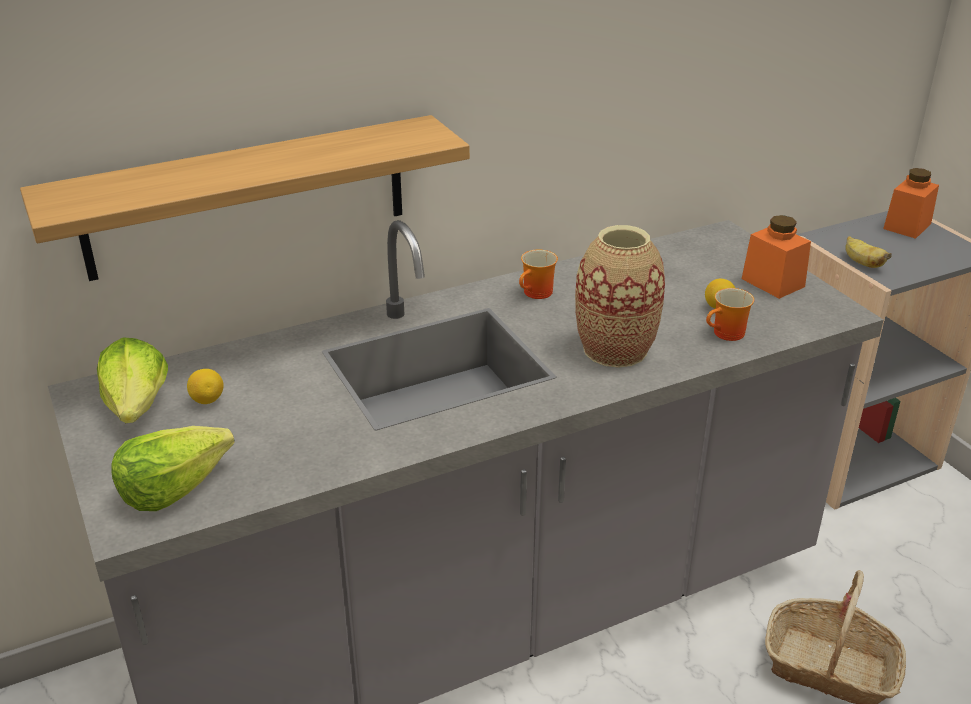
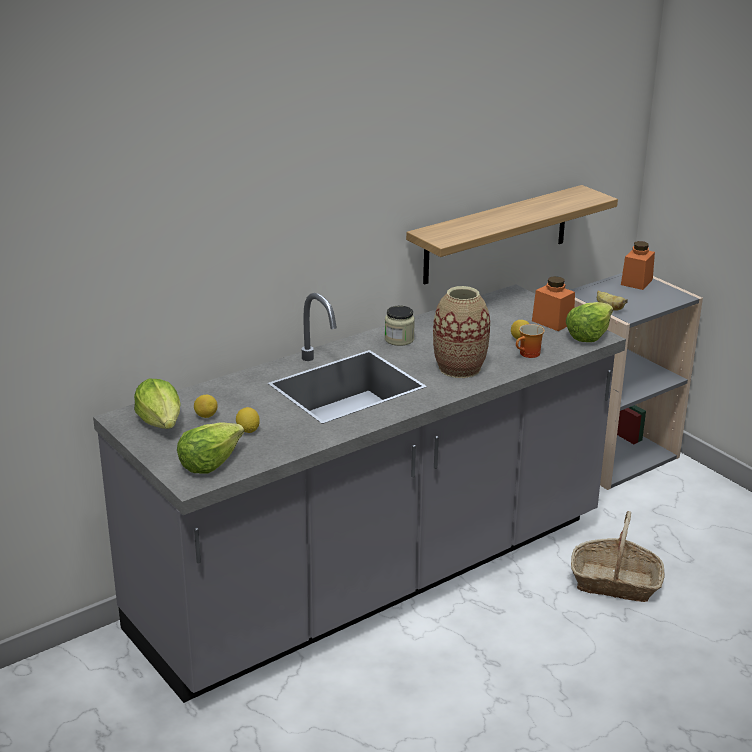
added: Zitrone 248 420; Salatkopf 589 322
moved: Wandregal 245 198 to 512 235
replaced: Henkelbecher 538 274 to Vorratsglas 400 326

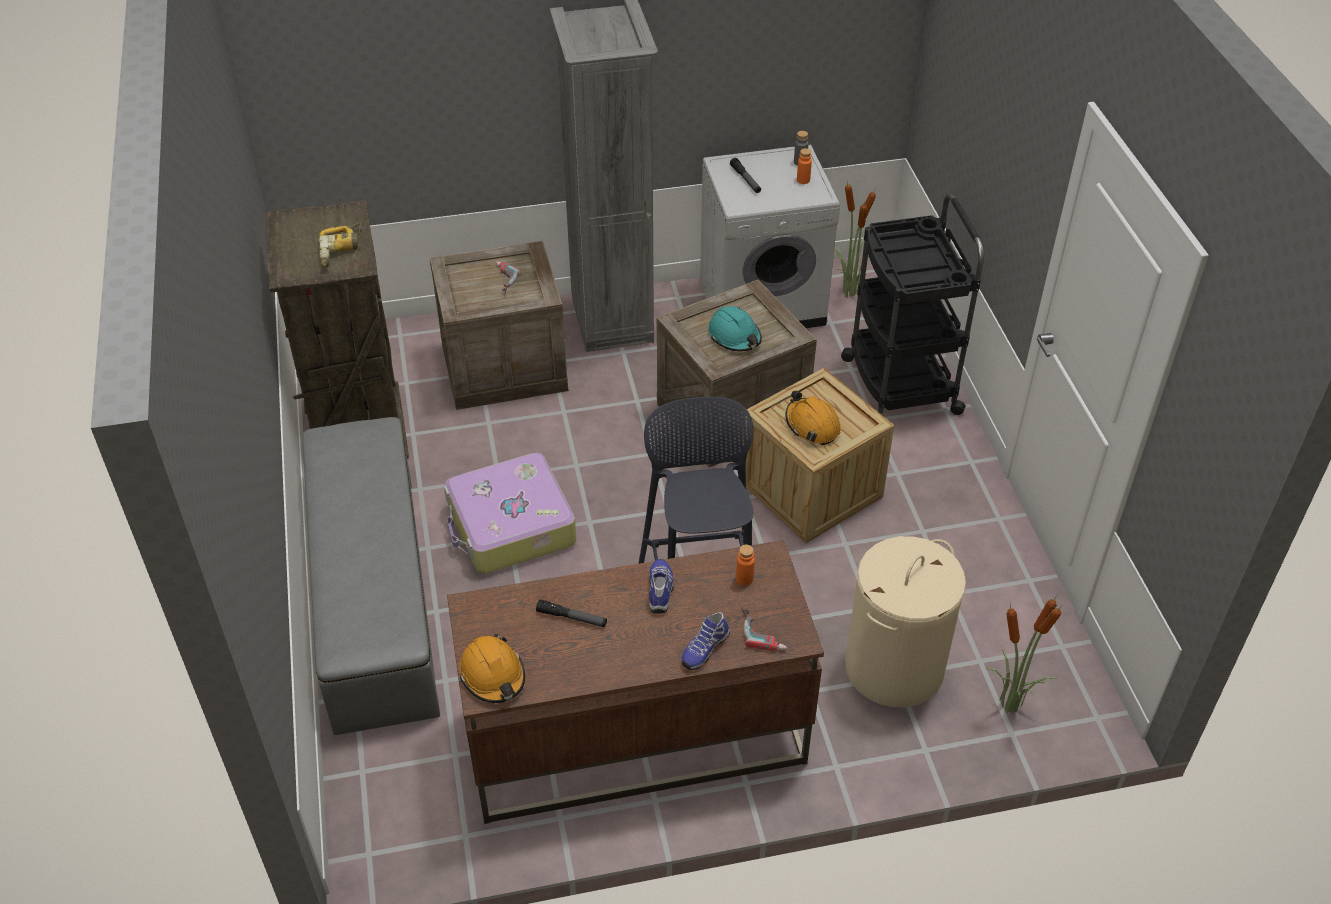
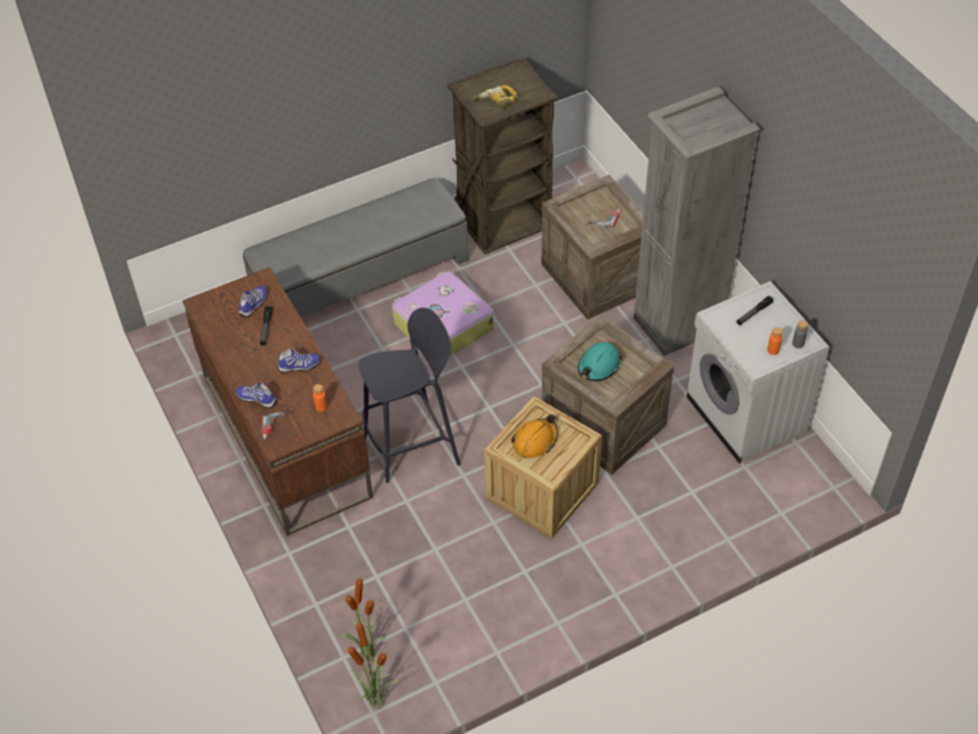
removed: Schutzhelm [orange] 492 668; Rollwagen [schwarz] 912 304; Wäschekorb [beige] 905 621
added: Schuh 253 301
moved: Topfpflanze 855 239 to 374 664

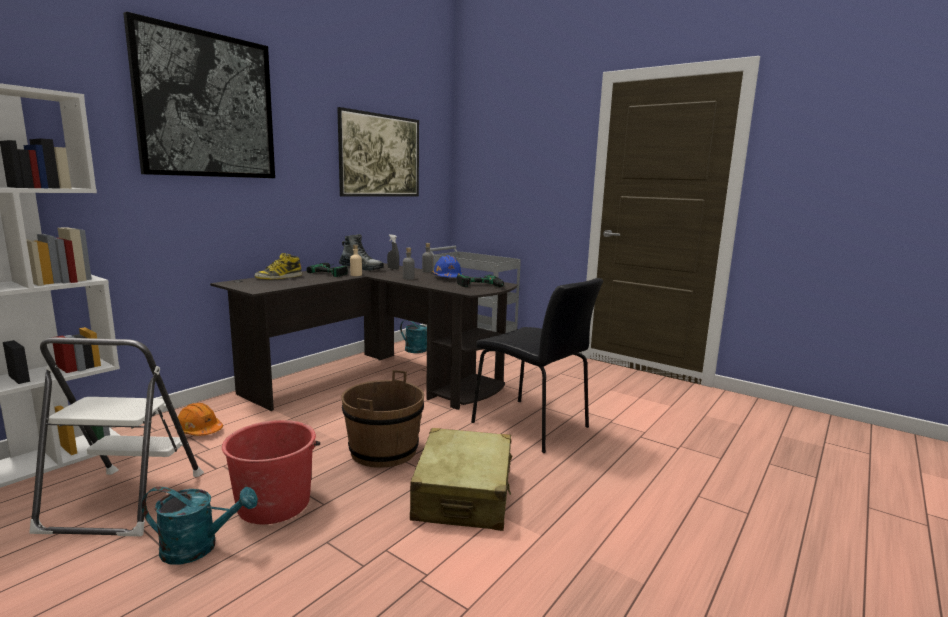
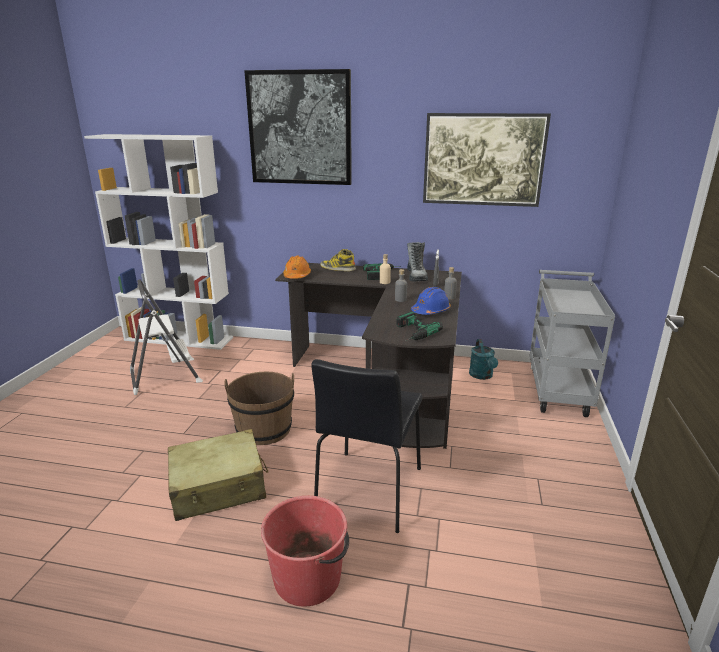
removed: Gießkanne [türkis] 199 526
moved: Schutzhelm [orange] 199 419 to 297 267; Eimer [rot] 271 472 to 305 551

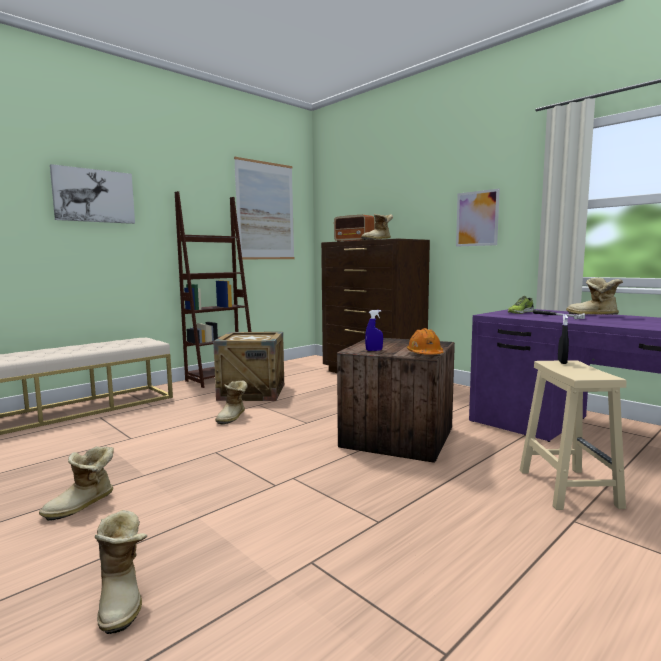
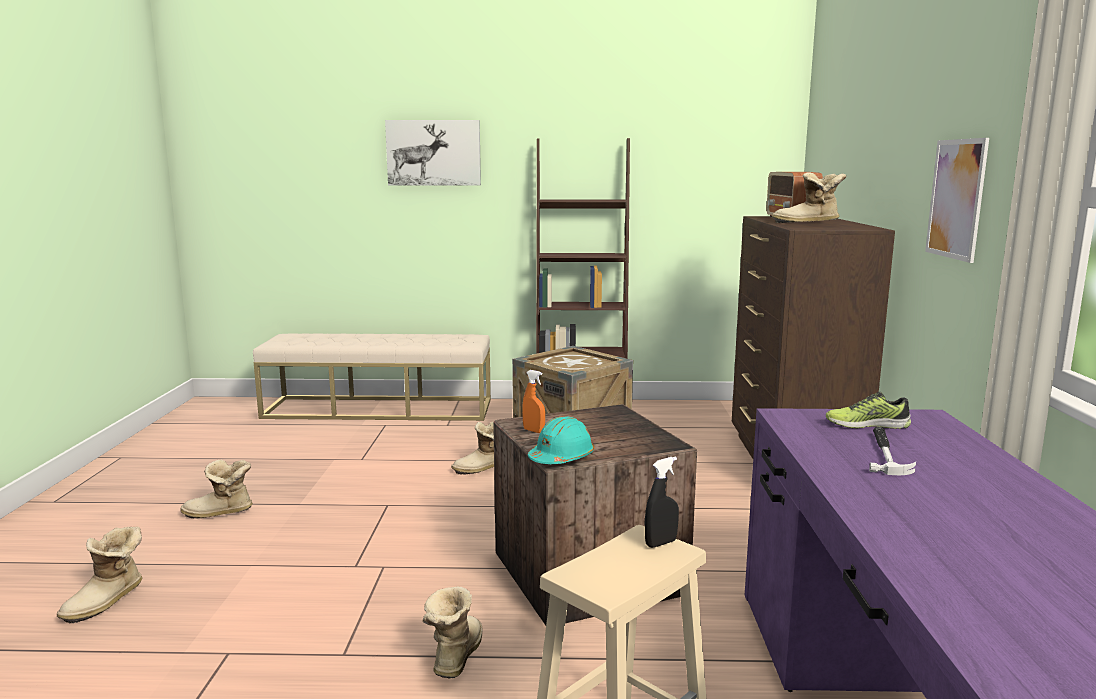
removed: Bild 264 208
moved: Stiefel 594 296 to 452 632
recoloured: Sprühflasche [blau] 374 330 to Sprühflasche [orange] 533 401; Schutzhelm [orange] 425 341 to Schutzhelm [türkis] 561 440

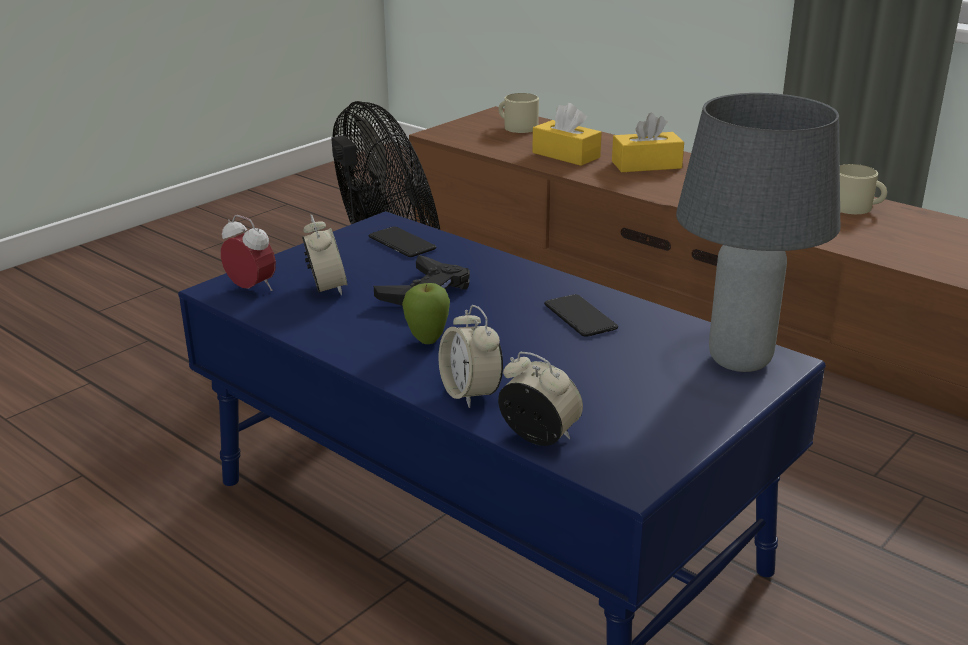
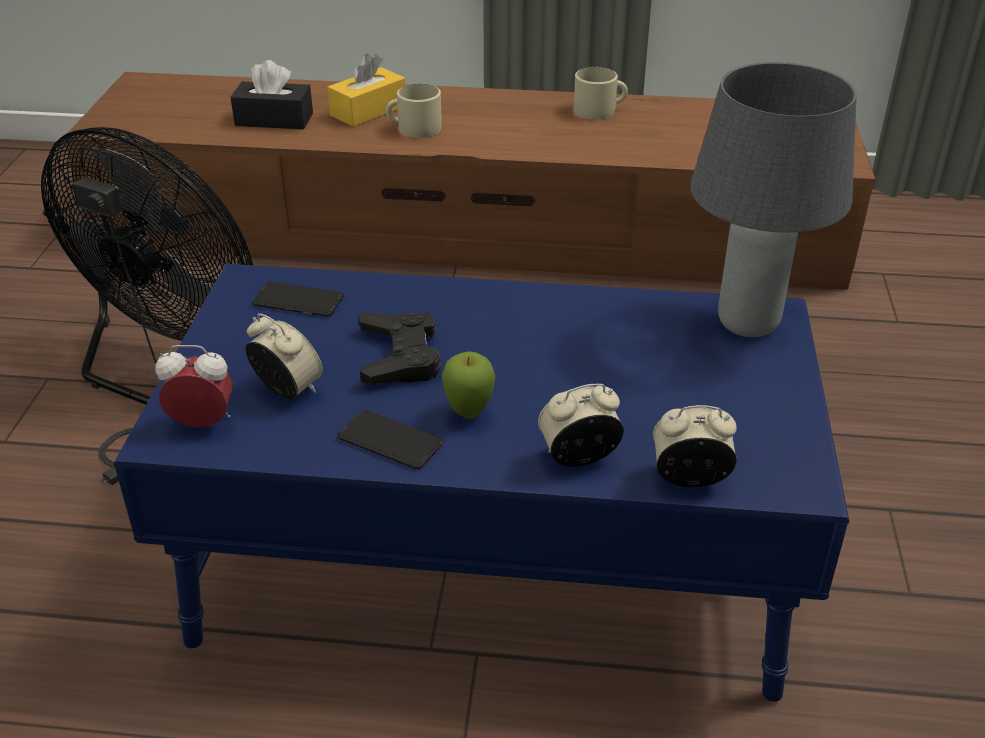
moved: Henkelbecher [beige] 518 113 to 414 111; Handy 581 315 to 390 439
recoloured: Taschentuchbox [gelb] 567 134 to Taschentuchbox [schwarz] 271 94
turned: Wecker 471 356 = 581 425 135 degrees clockwise

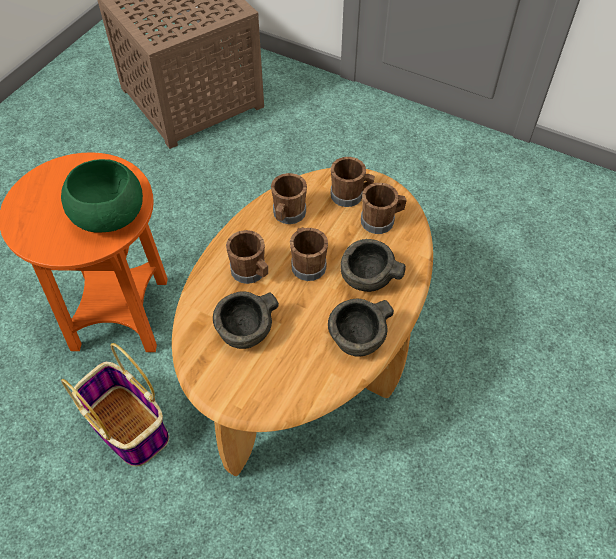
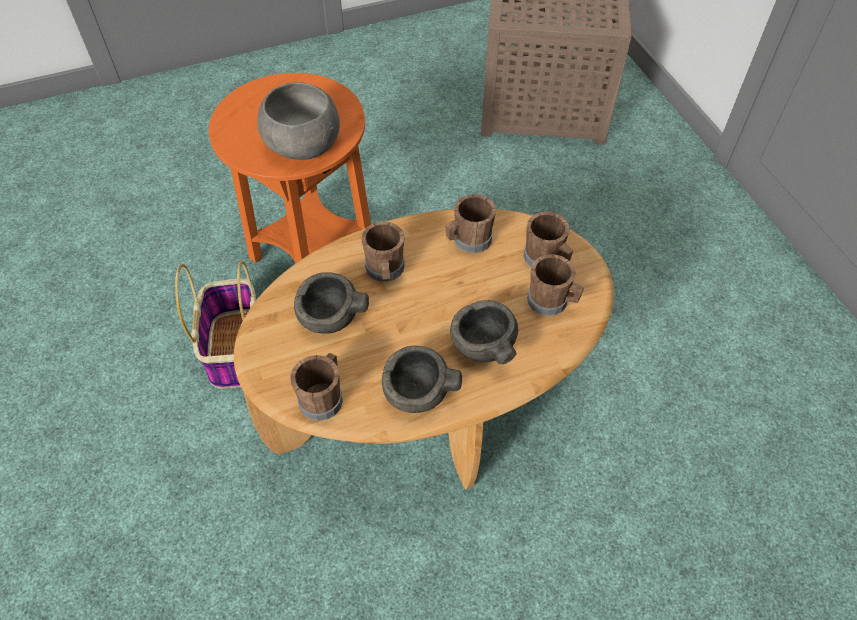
moved: Henkelbecher [braun] 309 254 to 316 387
recoloured: Schüssel [grün] 102 196 to Schüssel [grau] 298 121

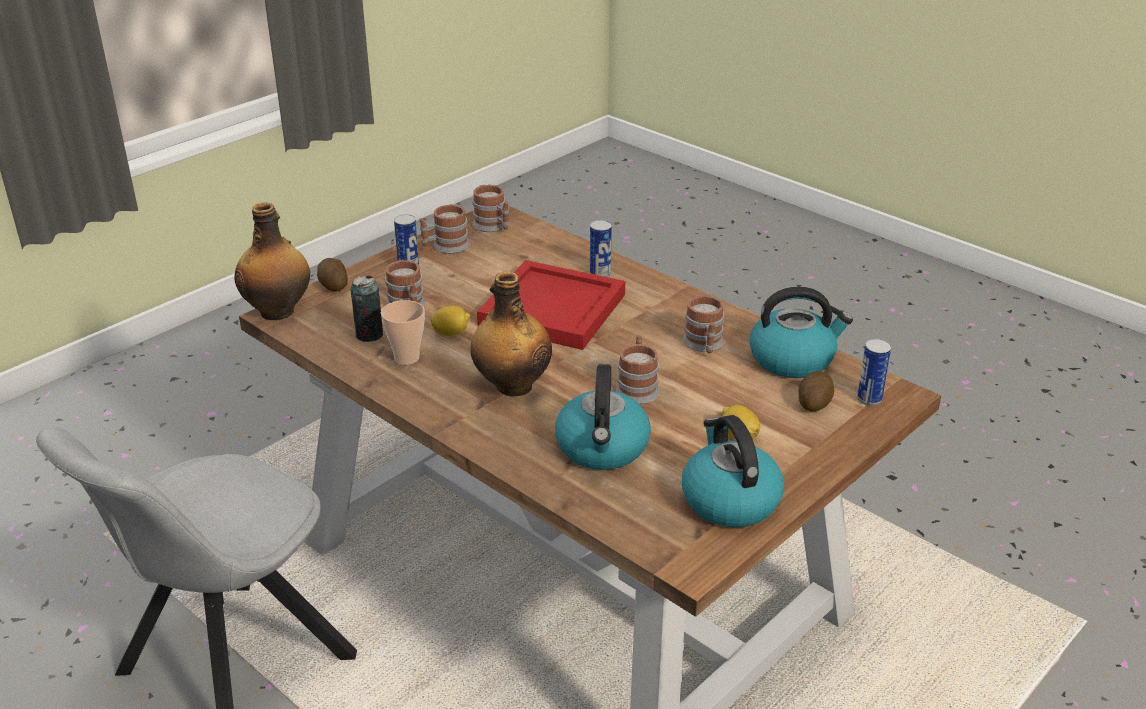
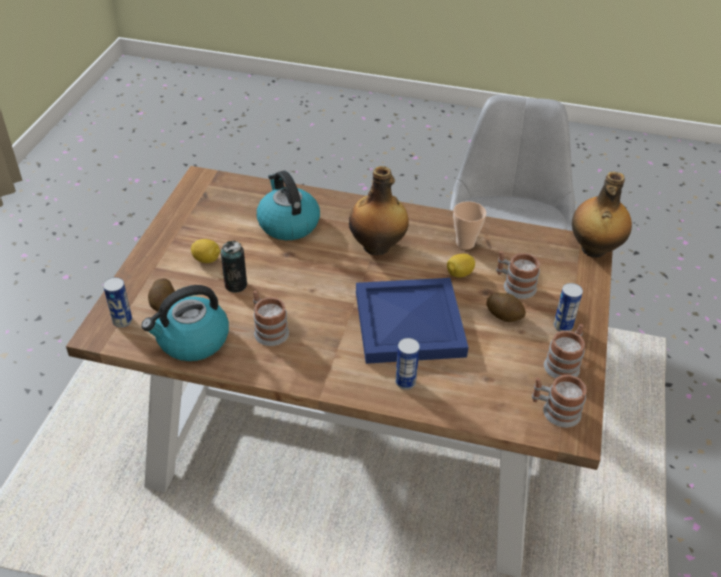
removed: Henkelbecher 637 369; Wasserkessel 733 471
moved: Kartoffel 332 275 to 506 307; Dose 366 309 to 234 266
recoloured: Tablett [rot] 551 305 to Tablett [blau] 412 321

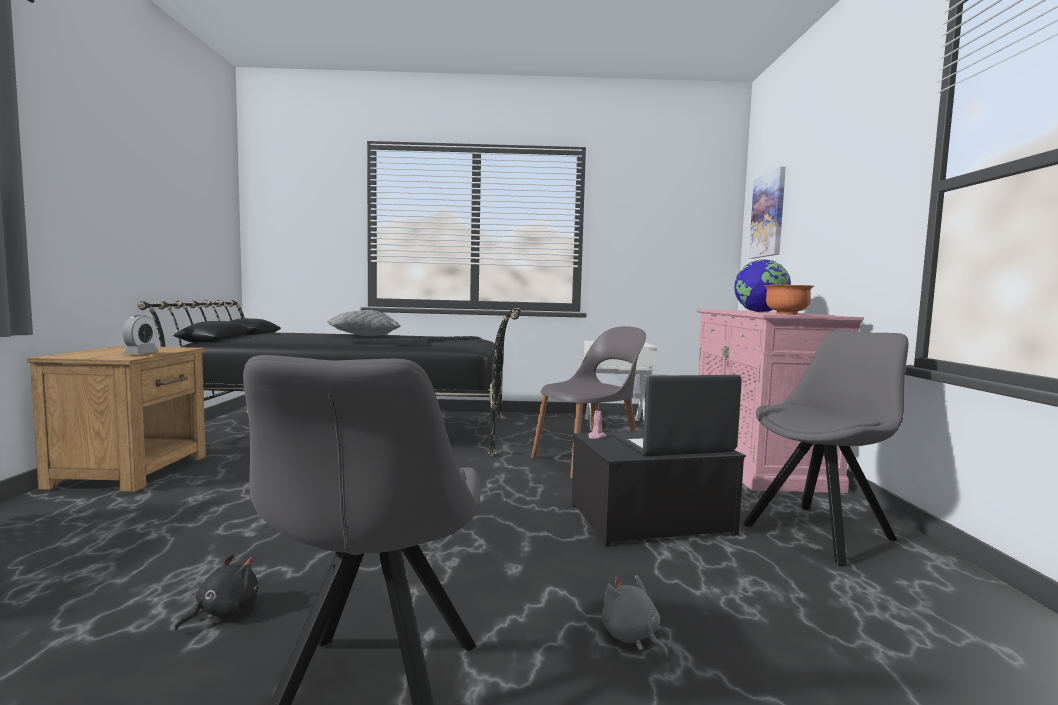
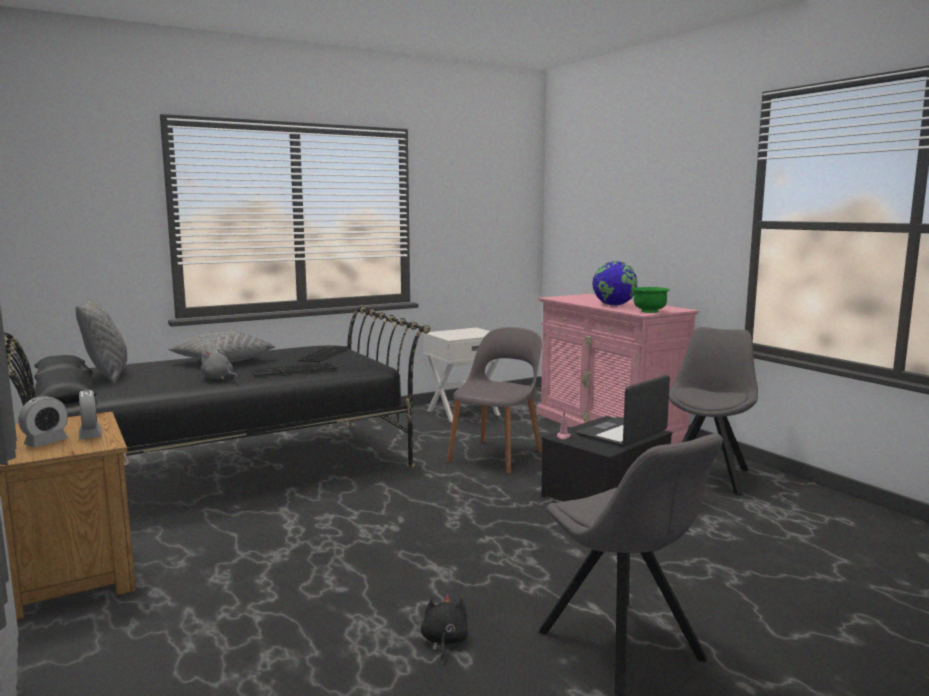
removed: Bild 767 213
added: Wecker 43 421; Kissen [grau] 101 340
moved: Plüschtier [grau] 635 617 to 219 364
recoloured: Schüssel [orange] 789 300 to Schüssel [grün] 651 300

